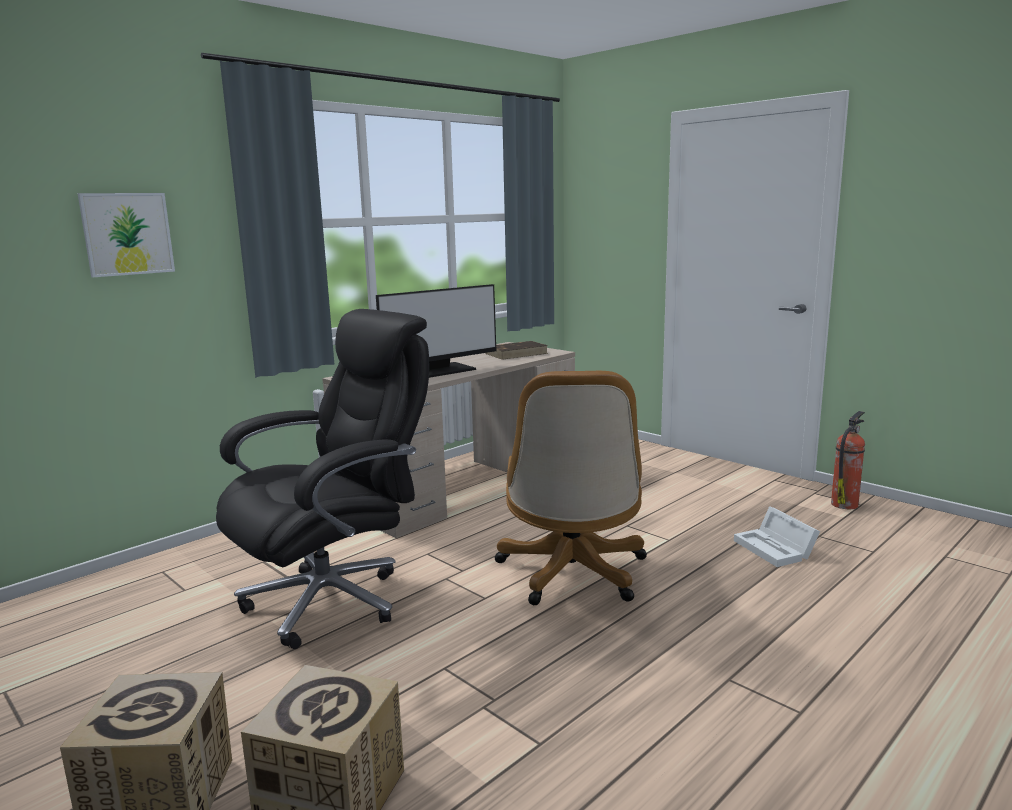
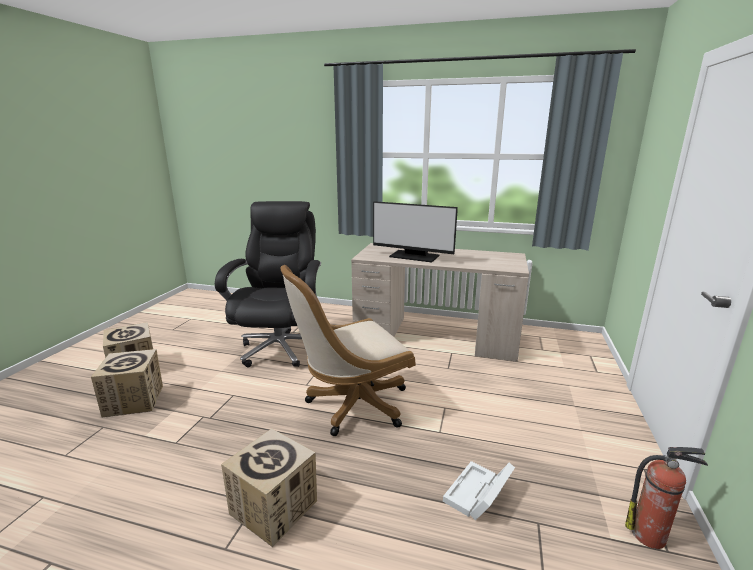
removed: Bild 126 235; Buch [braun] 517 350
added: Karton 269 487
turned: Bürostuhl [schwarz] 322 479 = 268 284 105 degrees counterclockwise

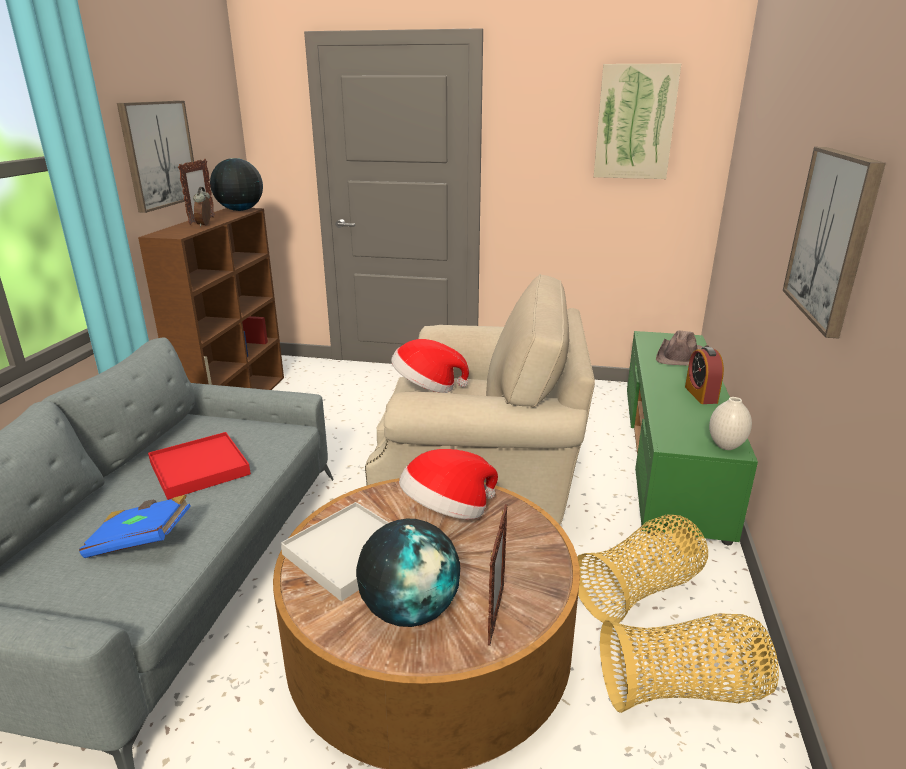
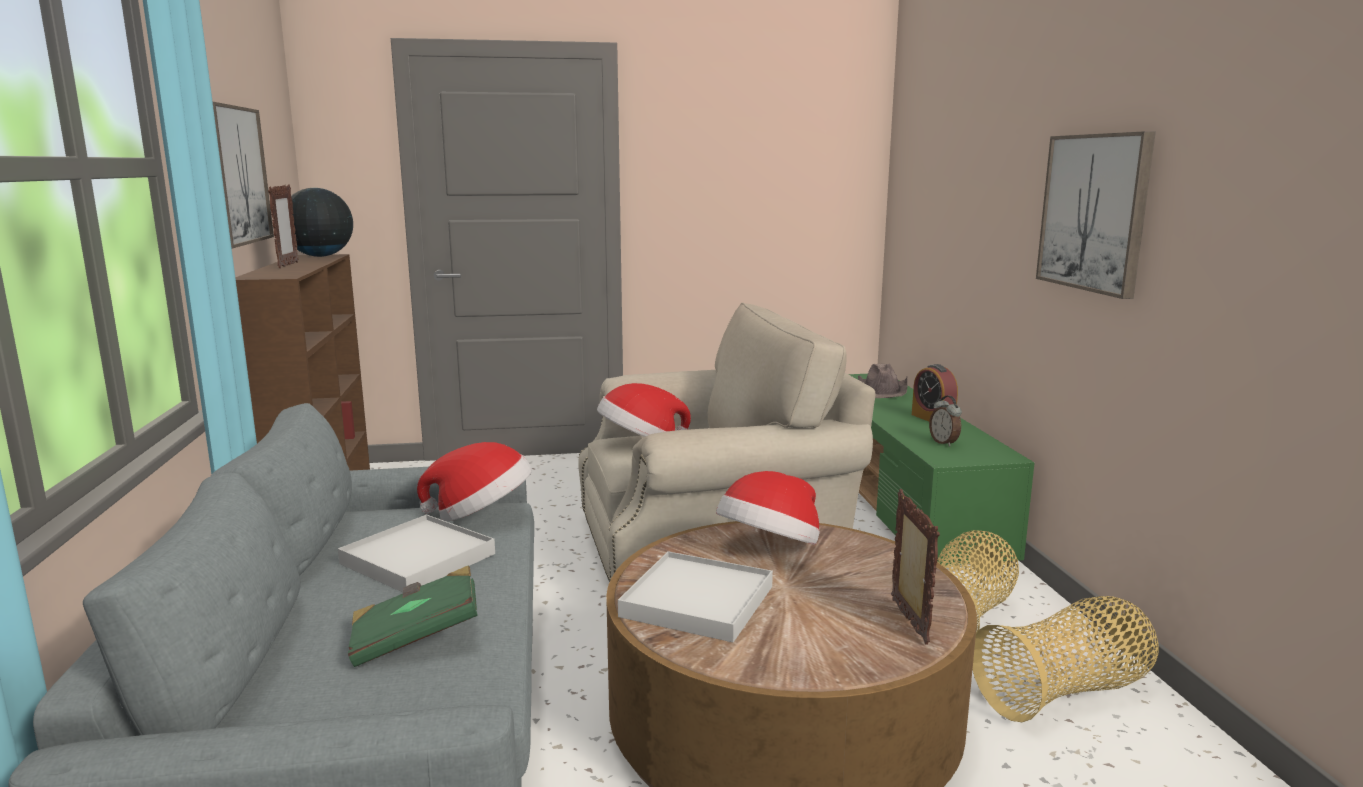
removed: Globus 408 573; Bild 637 121; Vase [weiß] 730 423
added: Hut 474 481
moved: Wecker 202 207 to 945 421
recoloured: Buch [blau] 135 526 to Buch [grün] 413 616; Tablett [rot] 199 466 to Tablett [weiß] 416 553

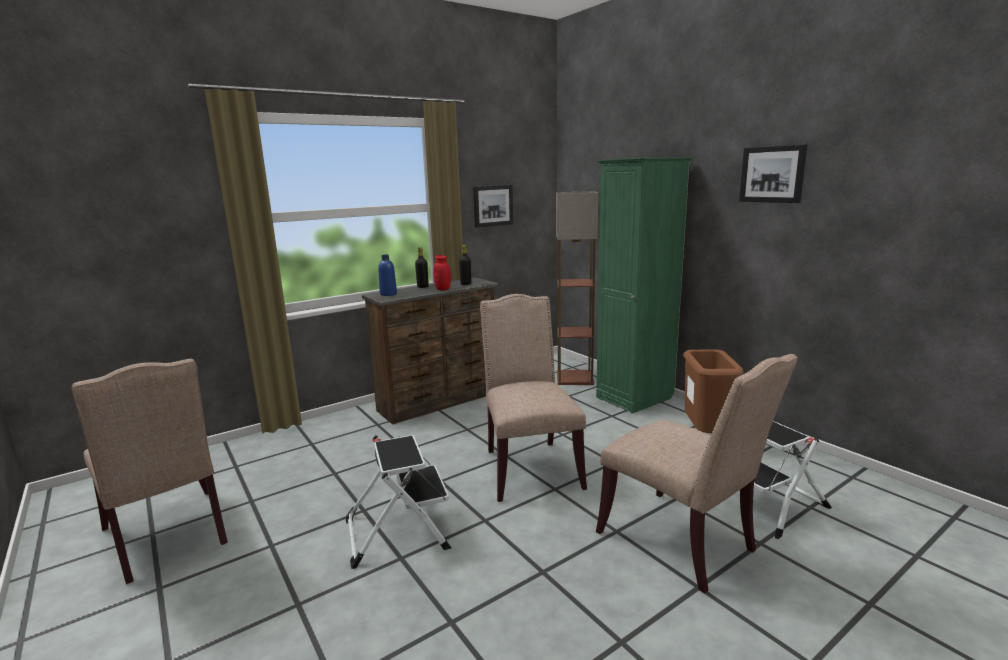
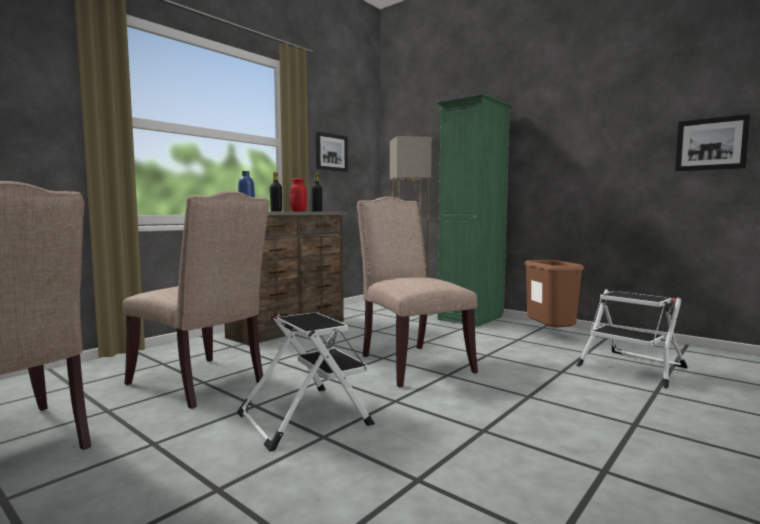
moved: Stuhl [beige] 697 473 to 196 300; Bild 773 173 to 713 143

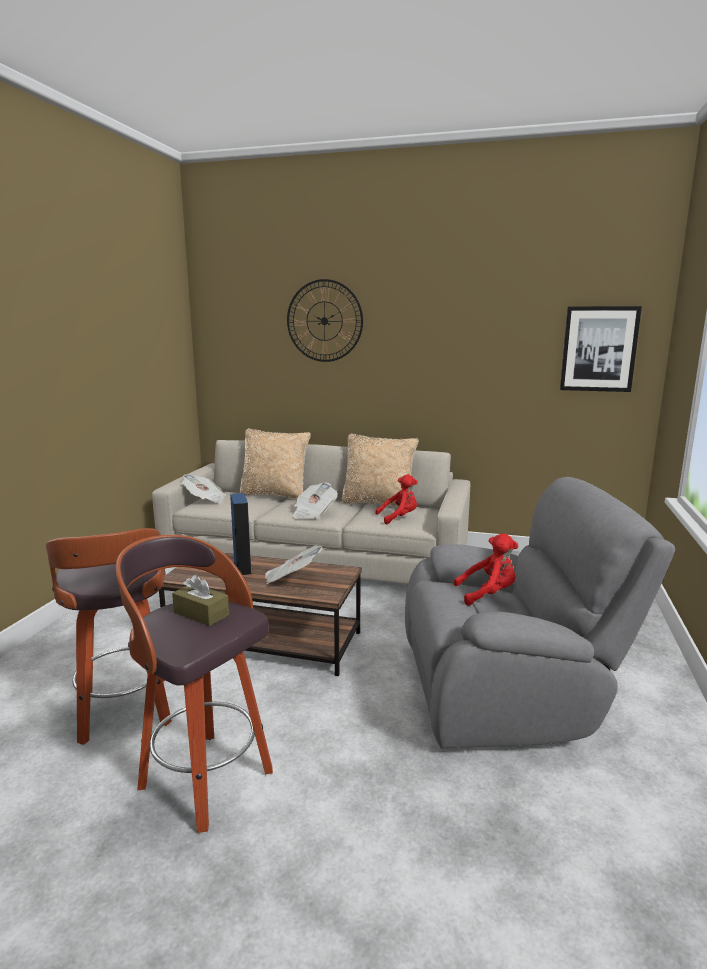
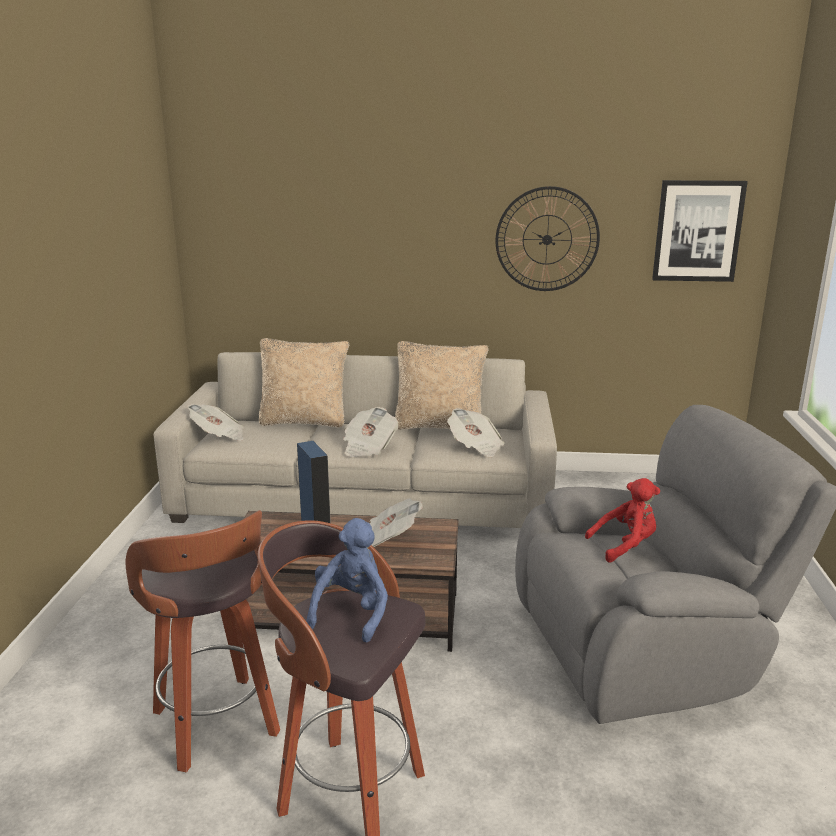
moved: Wanduhr 325 320 to 548 238
replaced: Taschentuchbox [braun] 200 600 to Plüschtier [blau] 347 580; Plüschtier [rot] 396 499 to Zeitung 476 432

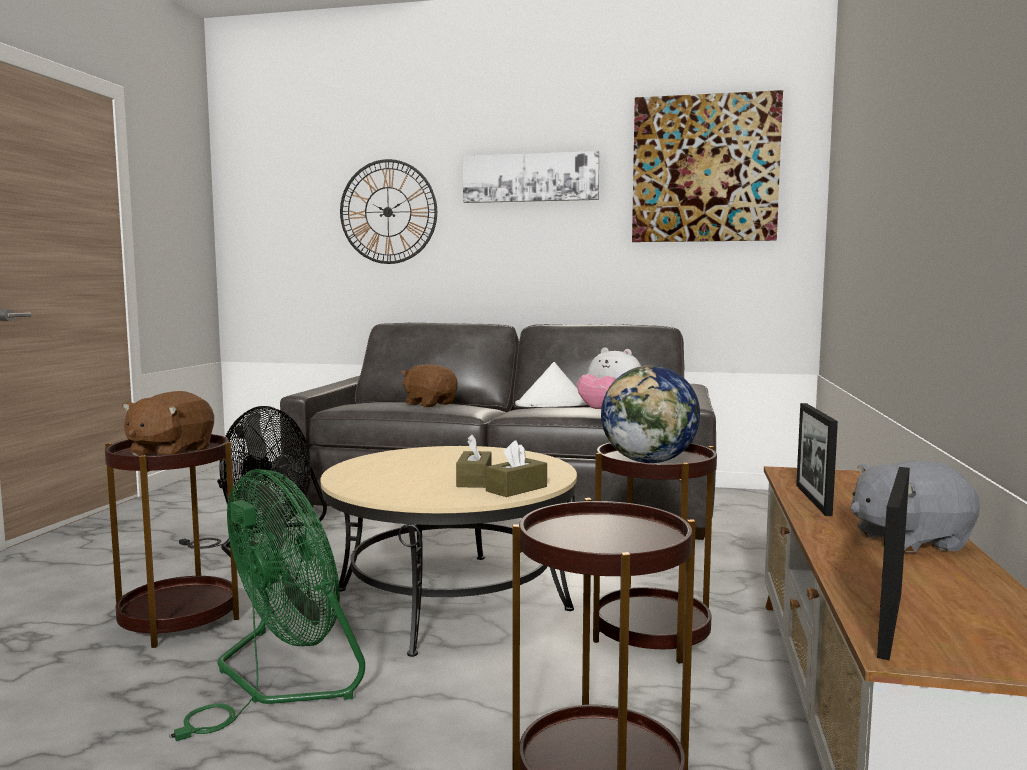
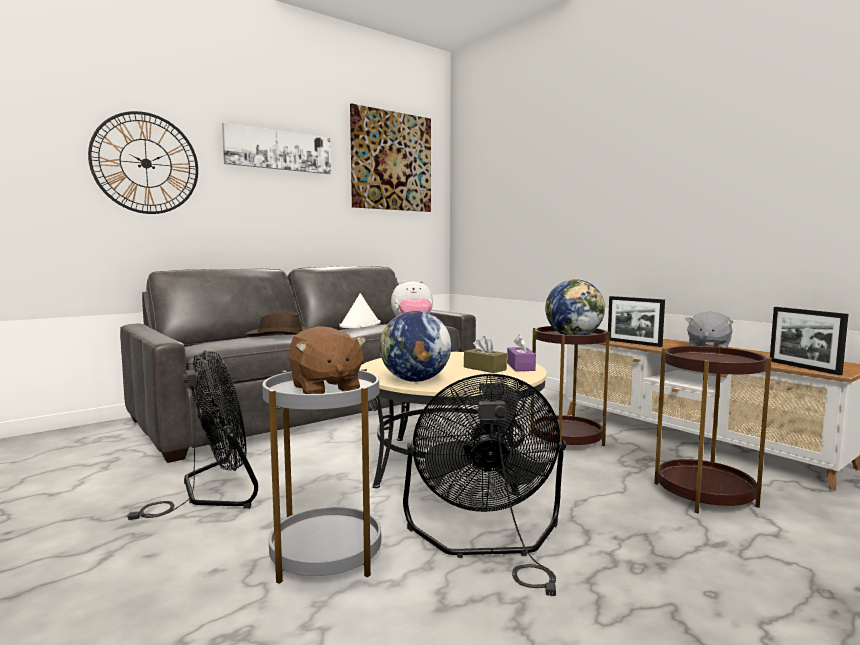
added: Globus 415 346
replaced: Plüschtier [braun] 429 385 to Hut [braun] 277 324
recoloured: Beistelltisch [braun] 172 541 to Beistelltisch [grau] 321 476; Ventilator [grün] 267 605 to Ventilator [schwarz] 484 485; Taschentuchbox [braun] 516 468 to Taschentuchbox [lila] 521 353

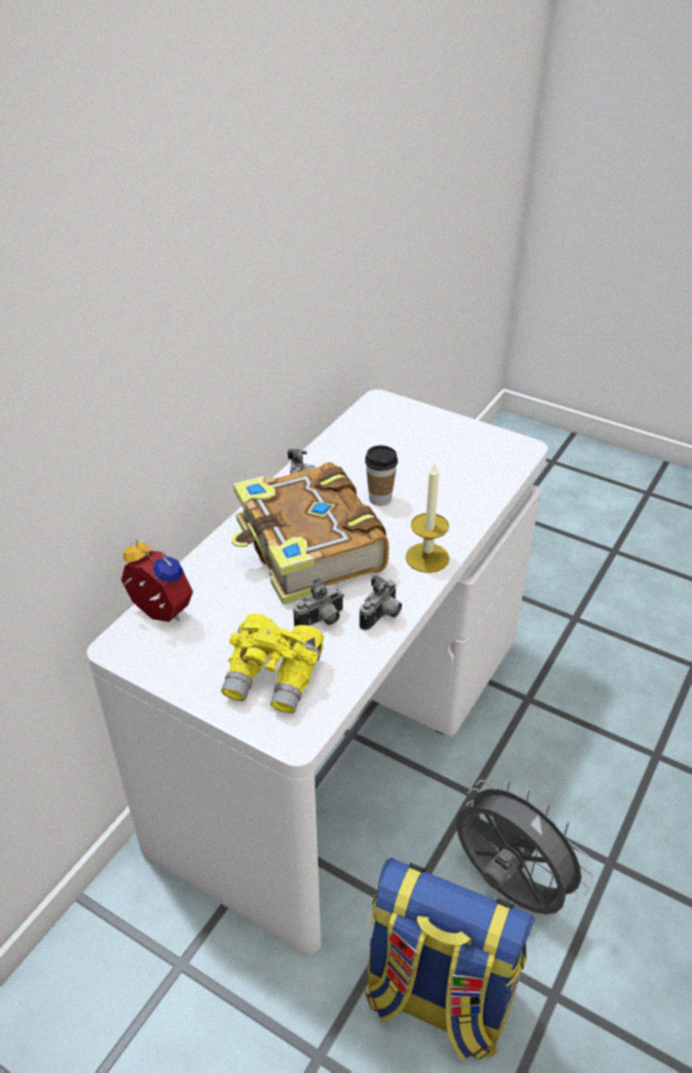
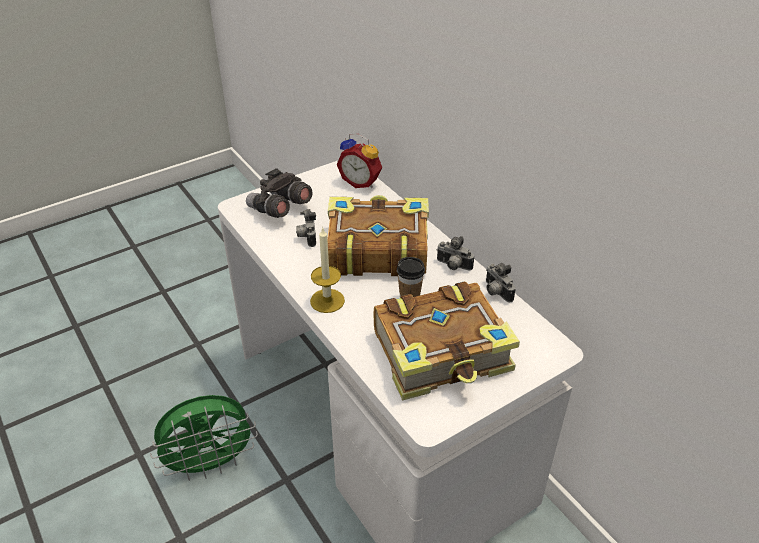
removed: Rucksack 450 959
added: Buch 447 341
moved: Kamera 380 602 to 501 282
recoloured: Fernglas [gelb] 272 663 to Fernglas [grau] 279 193; Ventilator [grau] 524 847 to Ventilator [grün] 204 438
turned: Wecker 157 580 = 359 161 60 degrees clockwise

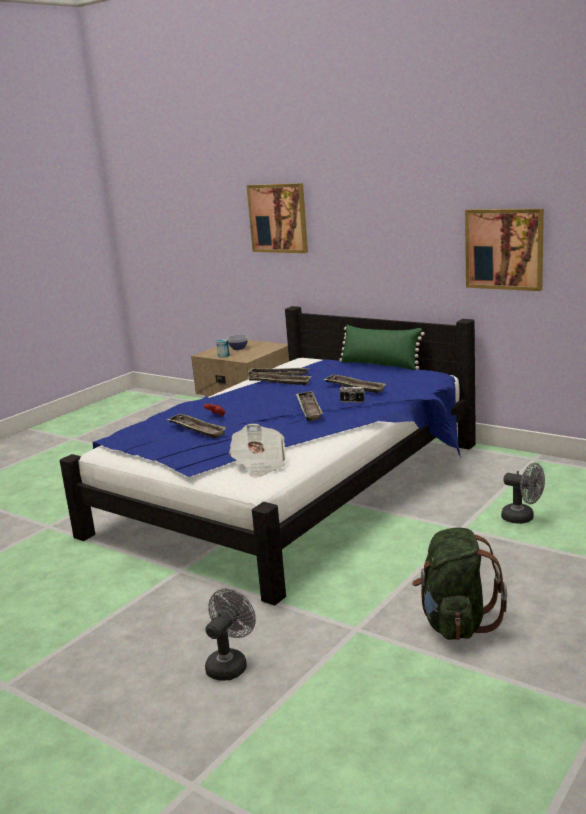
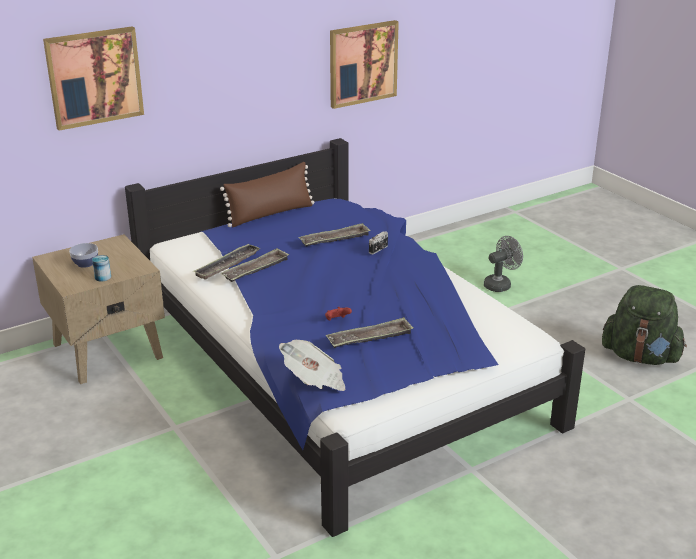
removed: Ventilator [grau] 230 635; Tablett 309 406
moved: Zeitung 257 451 to 312 365
recoloured: Kissen [grün] 382 347 to Kissen [braun] 267 194

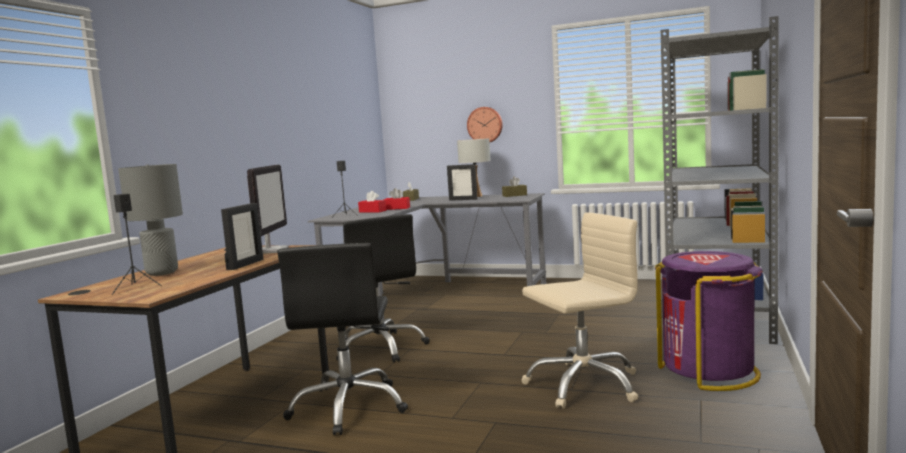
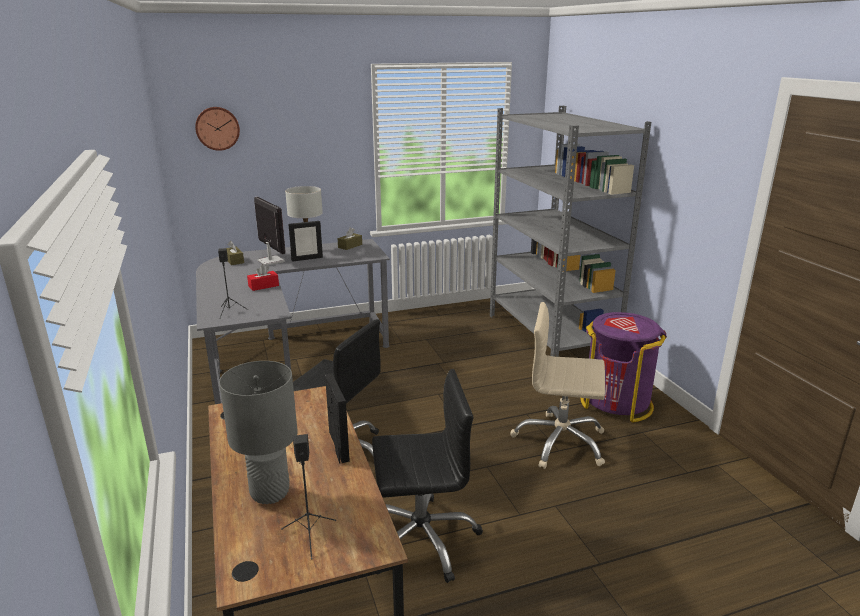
removed: Taschentuchbox [rot] 372 202
moved: Monitor 268 209 to 270 231; Wanduhr 485 125 to 217 129
turned: Bürostuhl [schwarz] 343 339 = 427 476 60 degrees counterclockwise; Bürostuhl [beige] 579 310 = 557 385 105 degrees counterclockwise

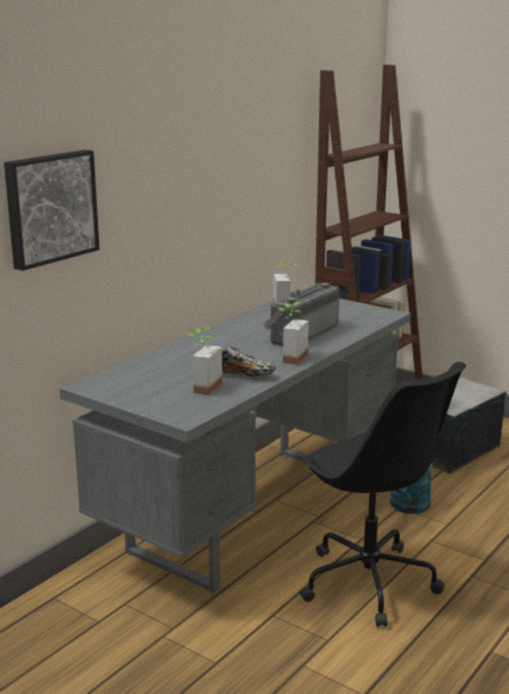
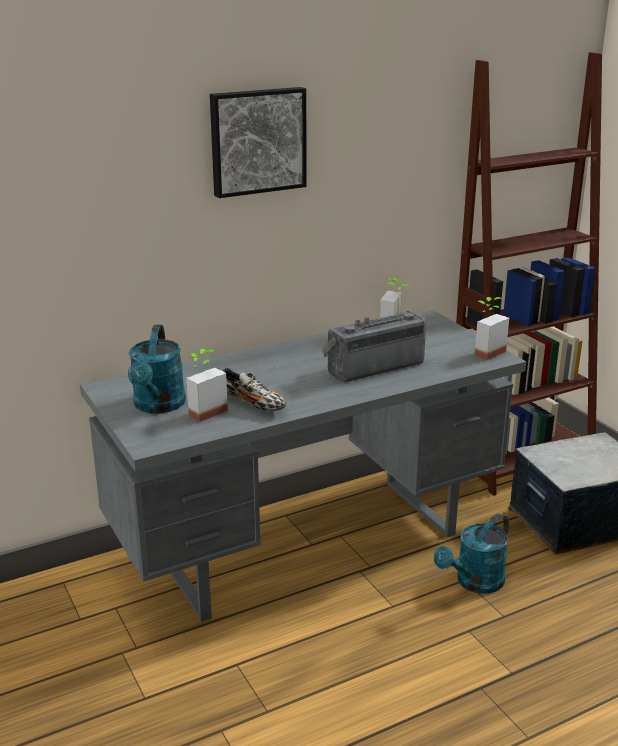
removed: Bürostuhl [schwarz] 382 494
added: Gießkanne [türkis] 157 369
moved: Bild 52 210 to 258 142; Topfpflanze 293 333 to 491 328

